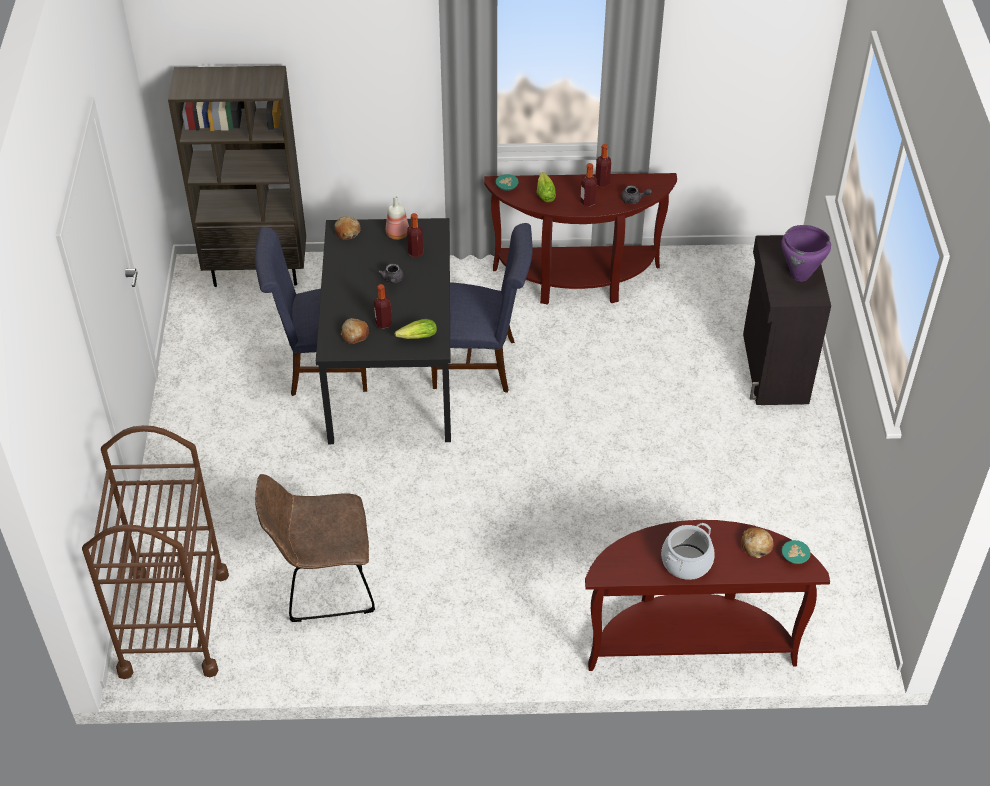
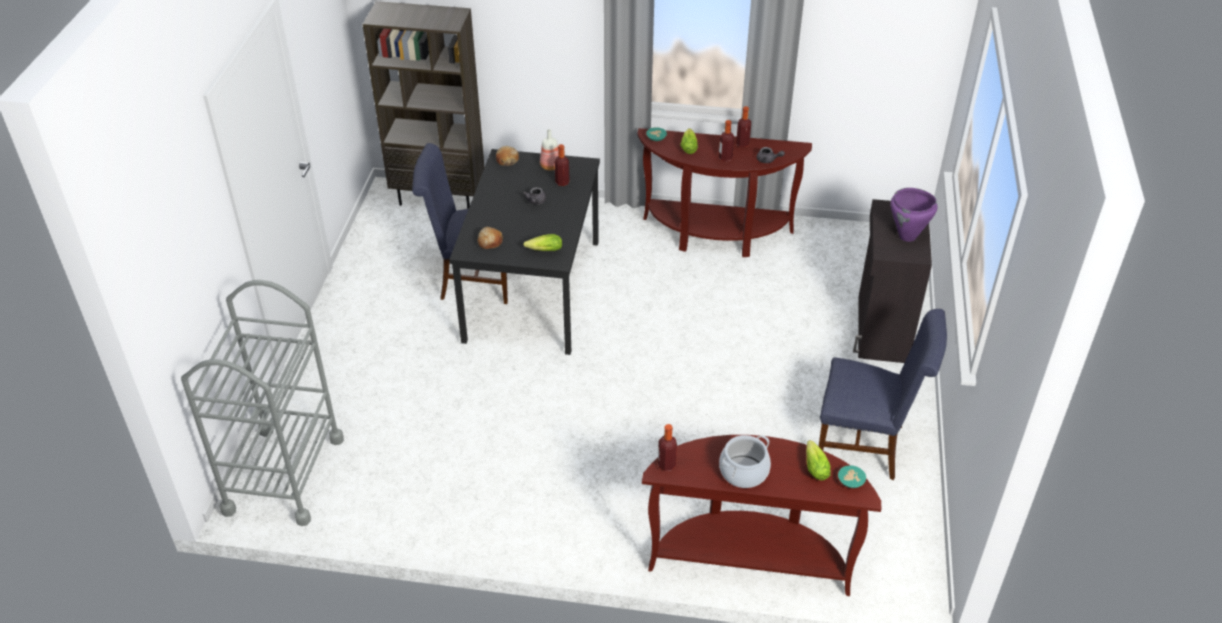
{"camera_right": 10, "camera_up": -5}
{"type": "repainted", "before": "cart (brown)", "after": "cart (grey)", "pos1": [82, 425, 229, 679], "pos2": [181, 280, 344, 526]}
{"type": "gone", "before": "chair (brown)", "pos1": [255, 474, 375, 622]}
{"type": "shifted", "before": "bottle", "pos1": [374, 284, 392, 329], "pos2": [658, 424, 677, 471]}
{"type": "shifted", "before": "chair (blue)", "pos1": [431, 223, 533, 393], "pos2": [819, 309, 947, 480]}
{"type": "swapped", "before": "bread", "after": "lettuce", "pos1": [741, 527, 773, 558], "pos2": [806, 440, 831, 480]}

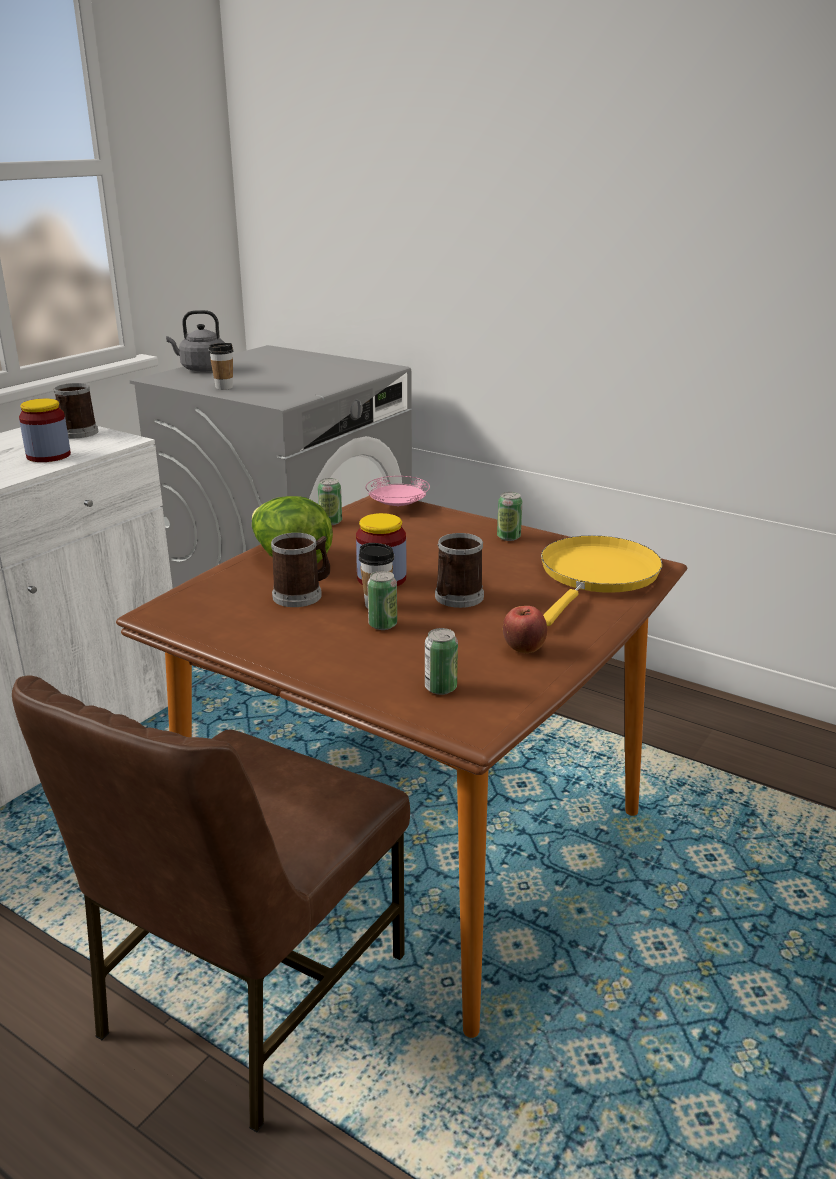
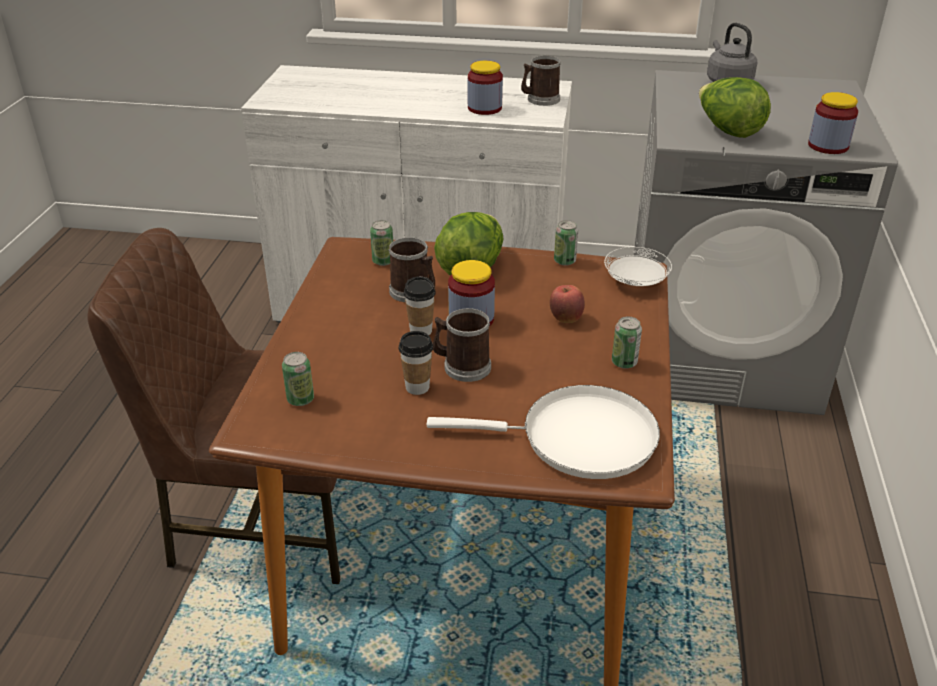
{"camera_right": 65, "camera_up": 10}
{"type": "shifted", "before": "cup", "pos1": [209, 343, 234, 390], "pos2": [399, 331, 433, 395]}
{"type": "repainted", "before": "plate (pink)", "after": "plate (white)", "pos1": [366, 476, 430, 507], "pos2": [604, 247, 672, 286]}
{"type": "shifted", "before": "can", "pos1": [367, 571, 397, 630], "pos2": [370, 220, 393, 266]}
{"type": "shifted", "before": "apple", "pos1": [503, 606, 547, 653], "pos2": [550, 285, 585, 323]}
{"type": "repainted", "before": "frying pan (yellow)", "after": "frying pan (white)", "pos1": [541, 536, 663, 626], "pos2": [427, 385, 660, 479]}
{"type": "new", "after": "lettuce", "pos2": [699, 77, 771, 138]}
{"type": "new", "after": "jar", "pos2": [808, 92, 858, 154]}

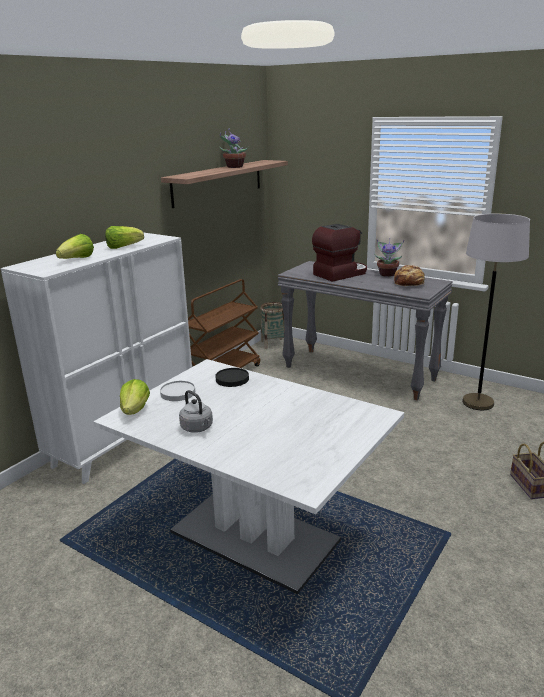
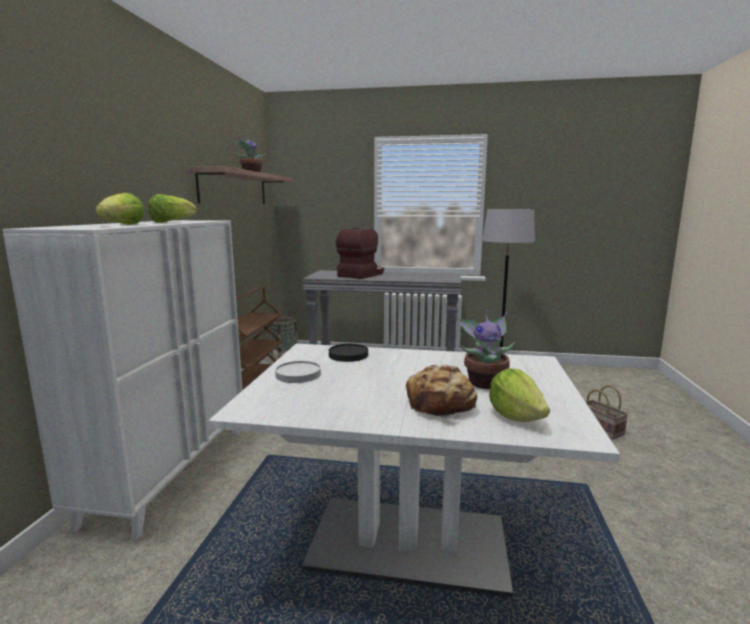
{"camera_right": -25, "camera_up": -10}
{"type": "shifted", "before": "lettuce", "pos1": [120, 379, 150, 415], "pos2": [489, 369, 550, 422]}
{"type": "gone", "before": "kettle (grey)", "pos1": [179, 390, 213, 433]}
{"type": "shifted", "before": "potted plant", "pos1": [374, 238, 404, 277], "pos2": [455, 310, 515, 389]}
{"type": "shifted", "before": "bread", "pos1": [394, 265, 425, 287], "pos2": [406, 365, 477, 420]}

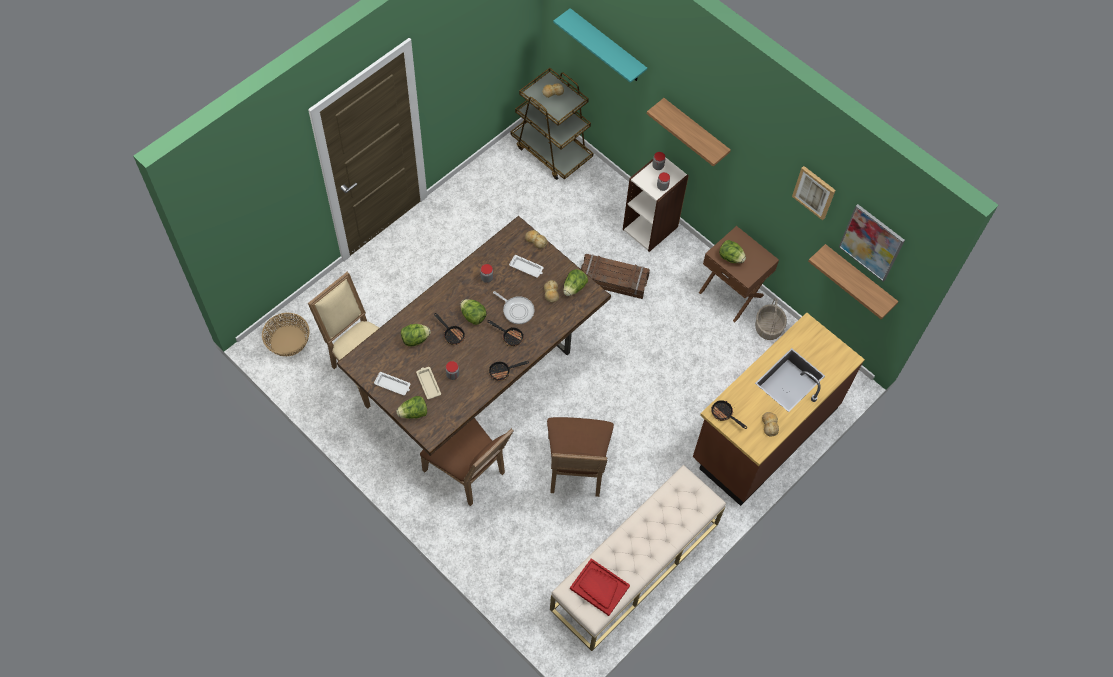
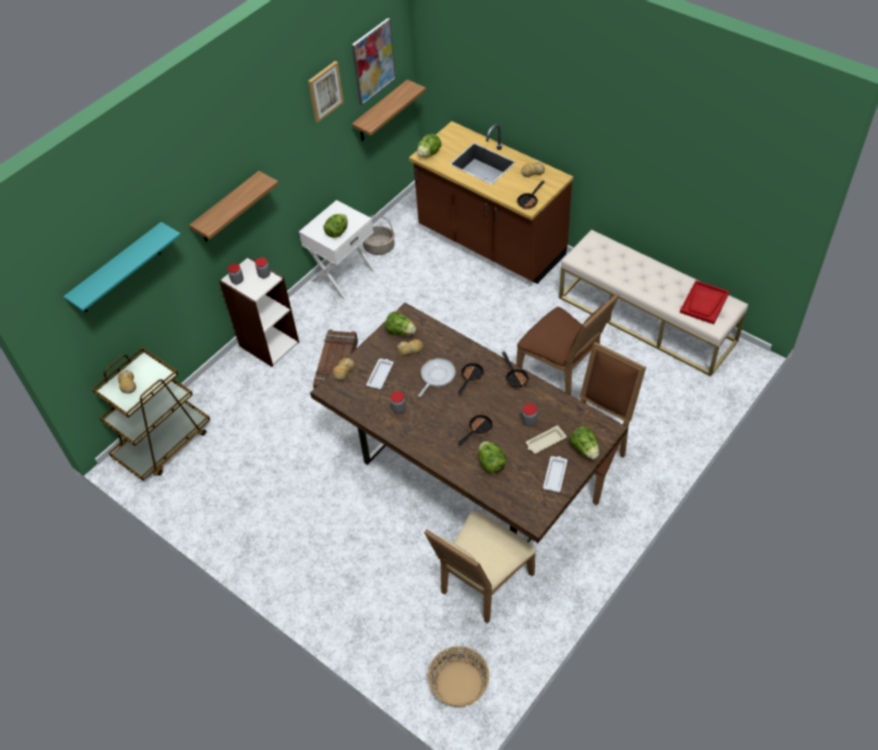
{"camera_right": -90, "camera_up": -10}
{"type": "shifted", "before": "lettuce", "pos1": [460, 299, 487, 325], "pos2": [417, 133, 442, 157]}
{"type": "rotated", "before": "chair (brown)", "pos1": [547, 417, 614, 497], "pos2": [516, 293, 619, 395], "turn": 45}
{"type": "repainted", "before": "nightstand (brown)", "after": "nightstand (white)", "pos1": [699, 226, 779, 323], "pos2": [299, 200, 377, 300]}

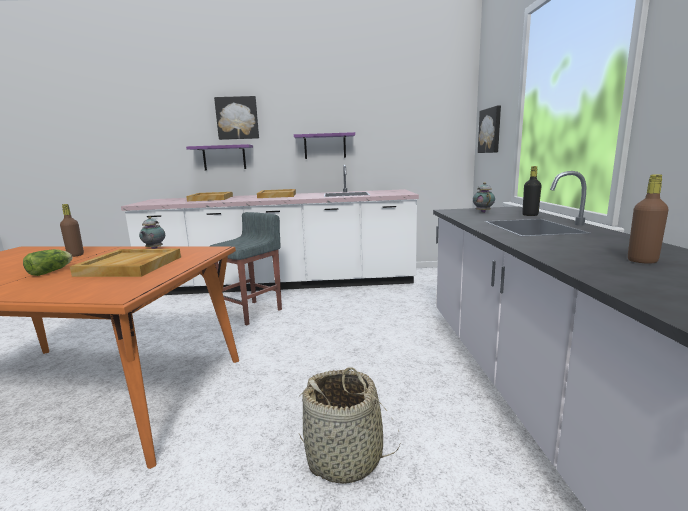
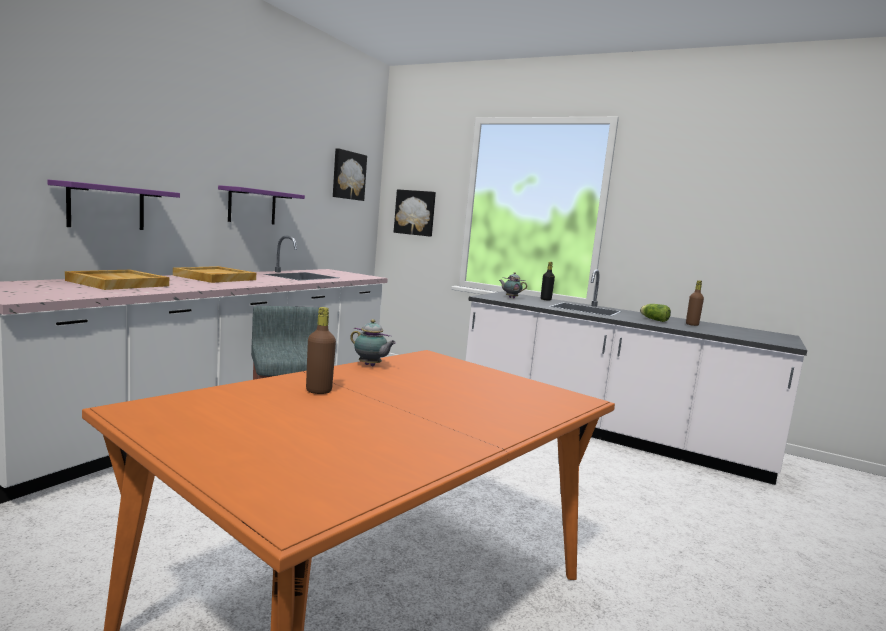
{"camera_right": -60, "camera_up": -5}
{"type": "shifted", "before": "lettuce", "pos1": [23, 249, 72, 276], "pos2": [640, 304, 671, 322]}
{"type": "gone", "before": "tray (beige)", "pos1": [70, 248, 181, 277]}
{"type": "shifted", "before": "picture", "pos1": [214, 96, 259, 140], "pos2": [333, 148, 367, 201]}
{"type": "gone", "before": "basket", "pos1": [299, 367, 400, 484]}

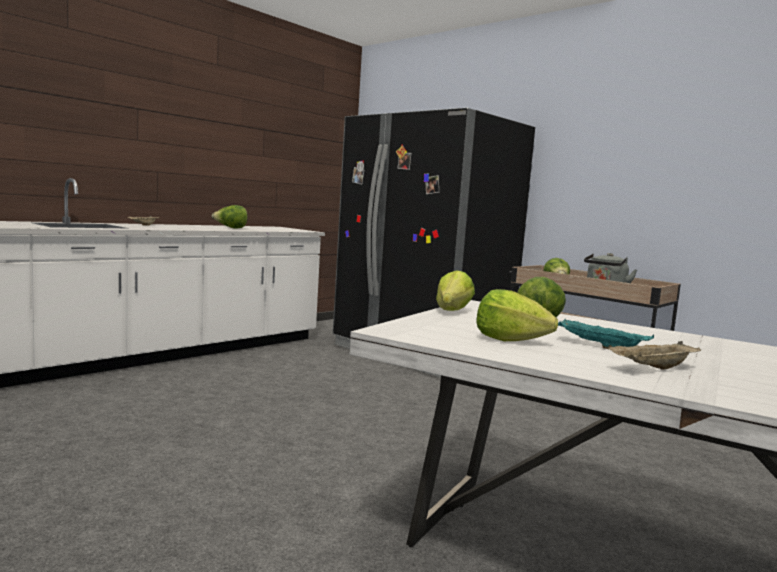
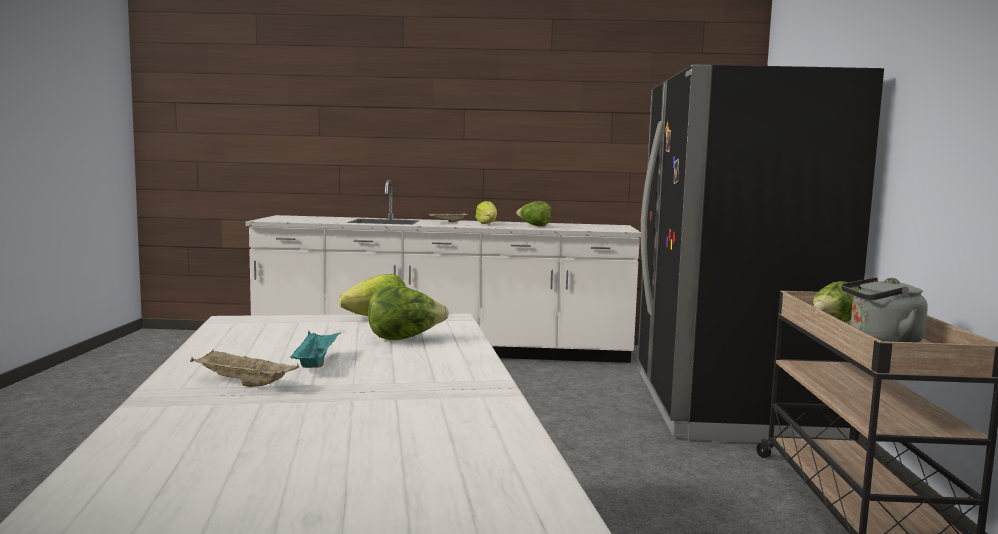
{"camera_right": 50, "camera_up": 0}
{"type": "shifted", "before": "lettuce", "pos1": [477, 289, 558, 341], "pos2": [475, 201, 497, 224]}

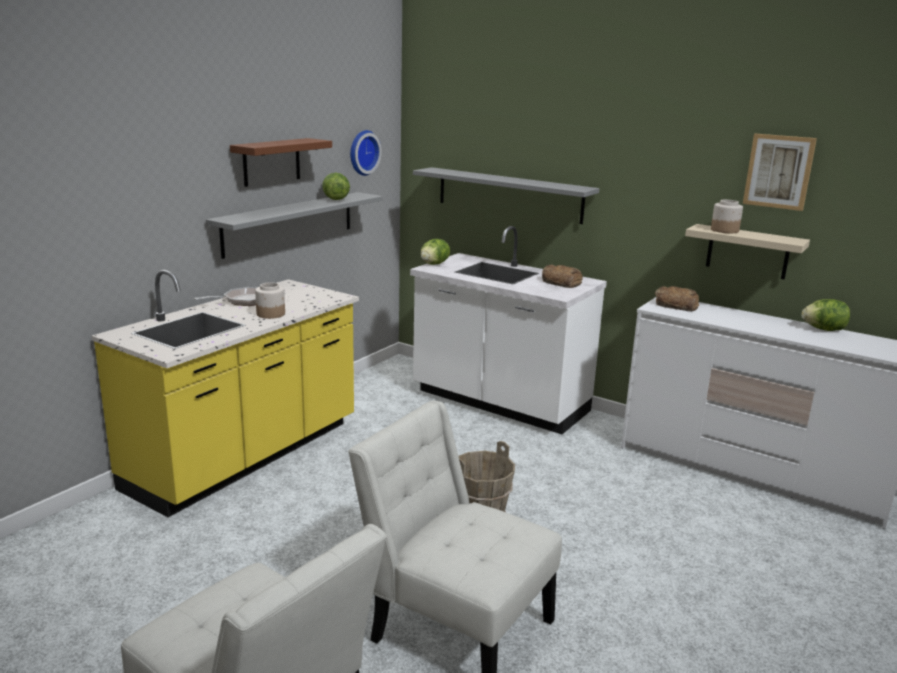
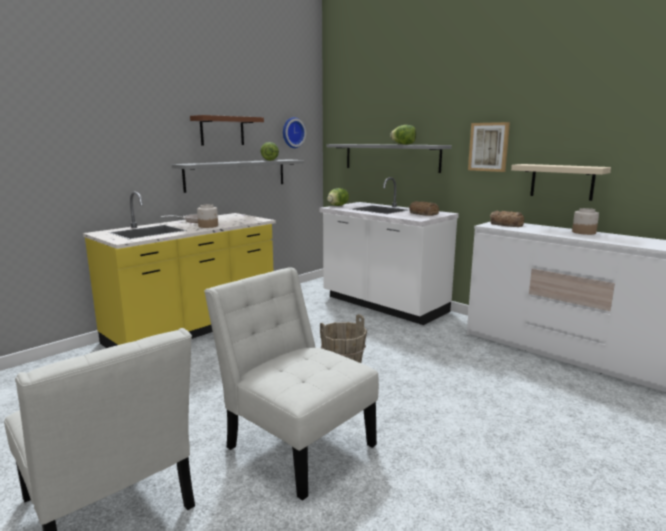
{"camera_right": 10, "camera_up": -5}
{"type": "shifted", "before": "jar", "pos1": [711, 200, 743, 233], "pos2": [572, 208, 599, 235]}
{"type": "shifted", "before": "picture", "pos1": [743, 134, 817, 211], "pos2": [468, 122, 510, 172]}
{"type": "shifted", "before": "lettuce", "pos1": [801, 299, 850, 331], "pos2": [390, 125, 416, 145]}

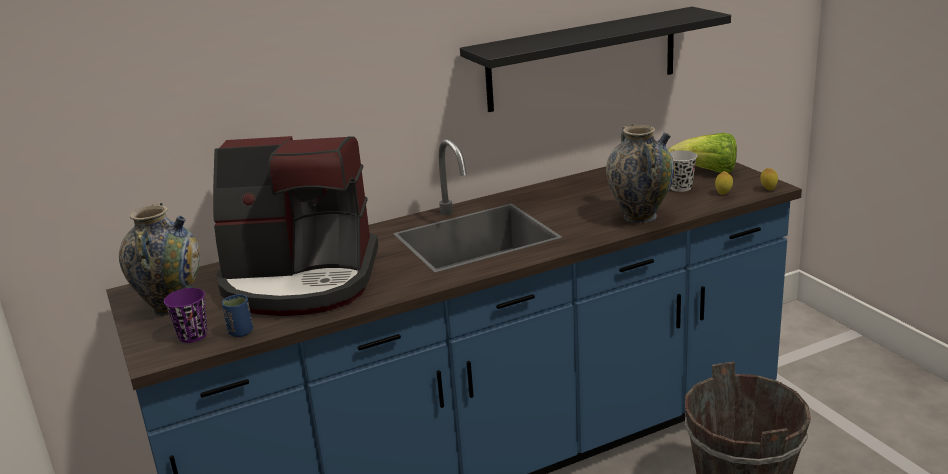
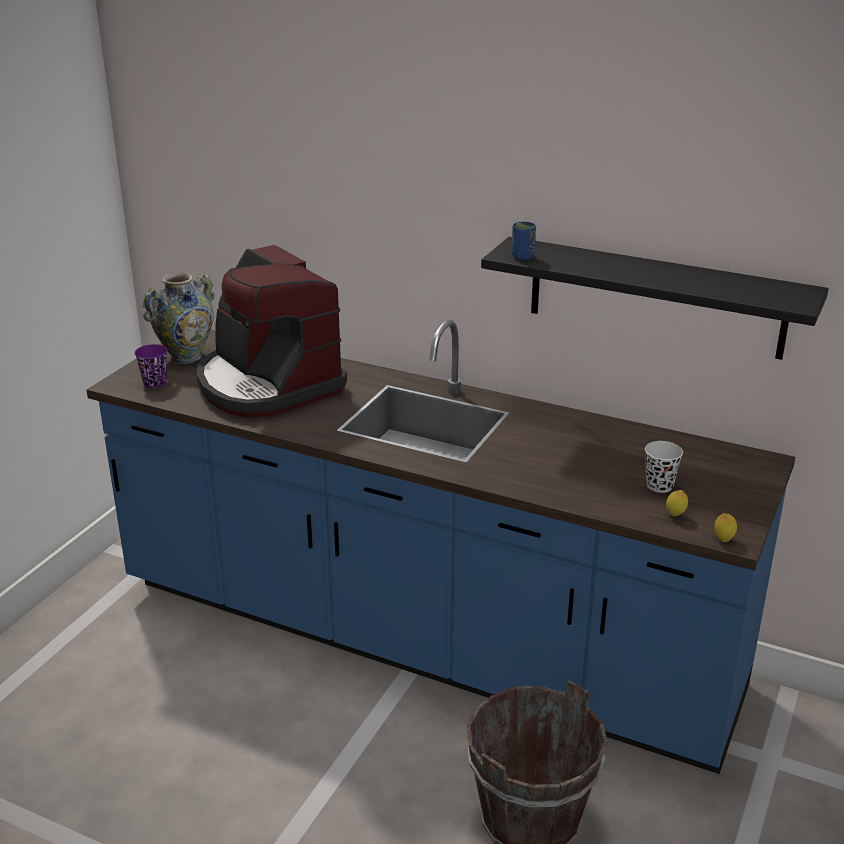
{"camera_right": 50, "camera_up": 5}
{"type": "shifted", "before": "cup (blue)", "pos1": [222, 294, 253, 337], "pos2": [512, 221, 536, 260]}
{"type": "gone", "before": "vase", "pos1": [606, 124, 675, 223]}
{"type": "gone", "before": "lettuce", "pos1": [668, 133, 737, 173]}

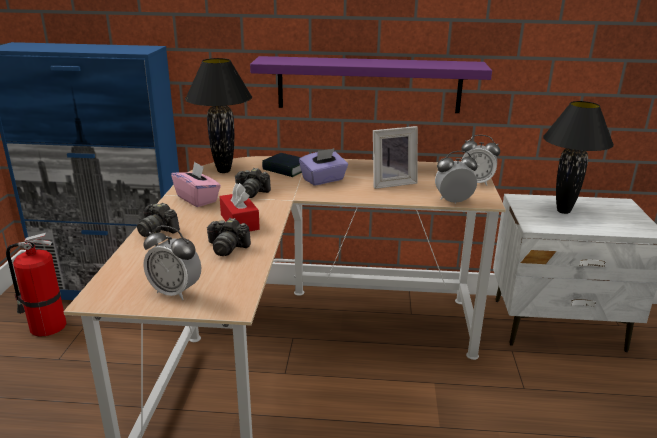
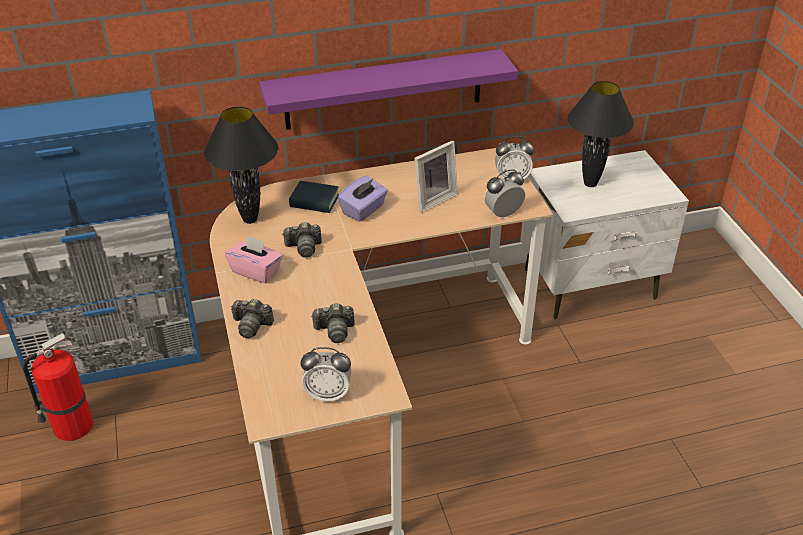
{"camera_right": -20, "camera_up": 15}
{"type": "gone", "before": "tissue box (red)", "pos1": [220, 183, 260, 231]}

